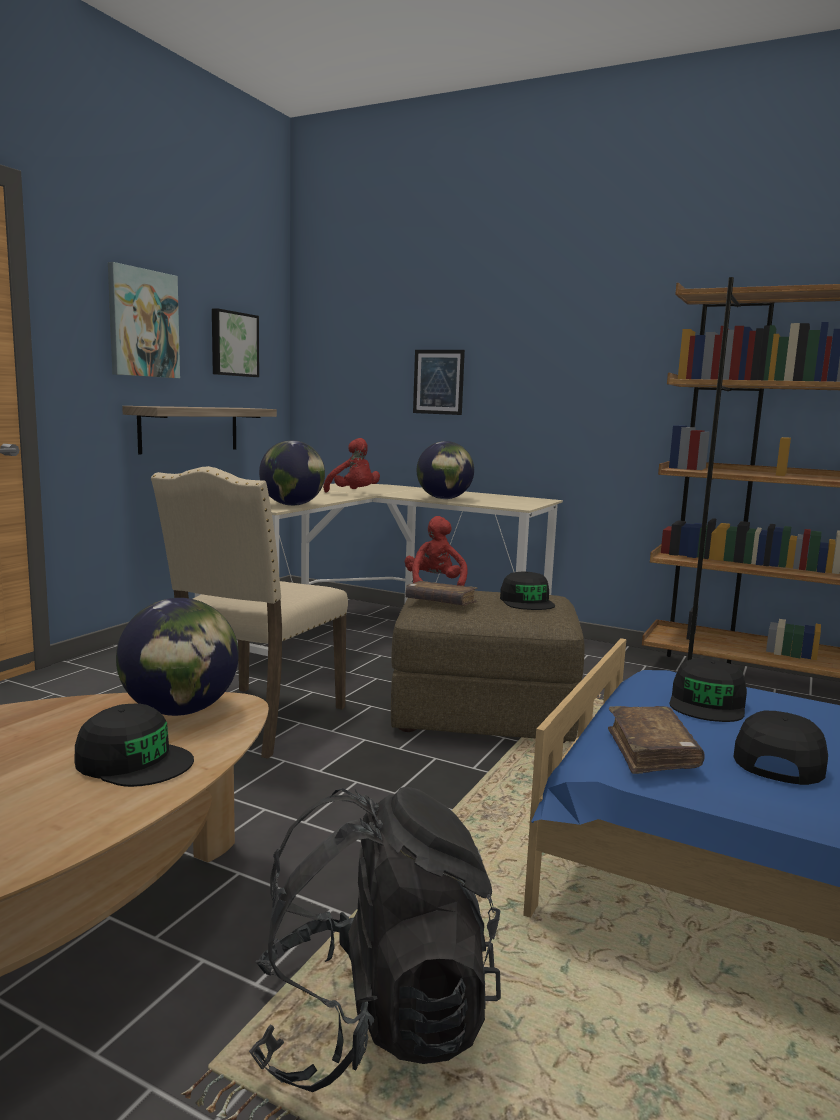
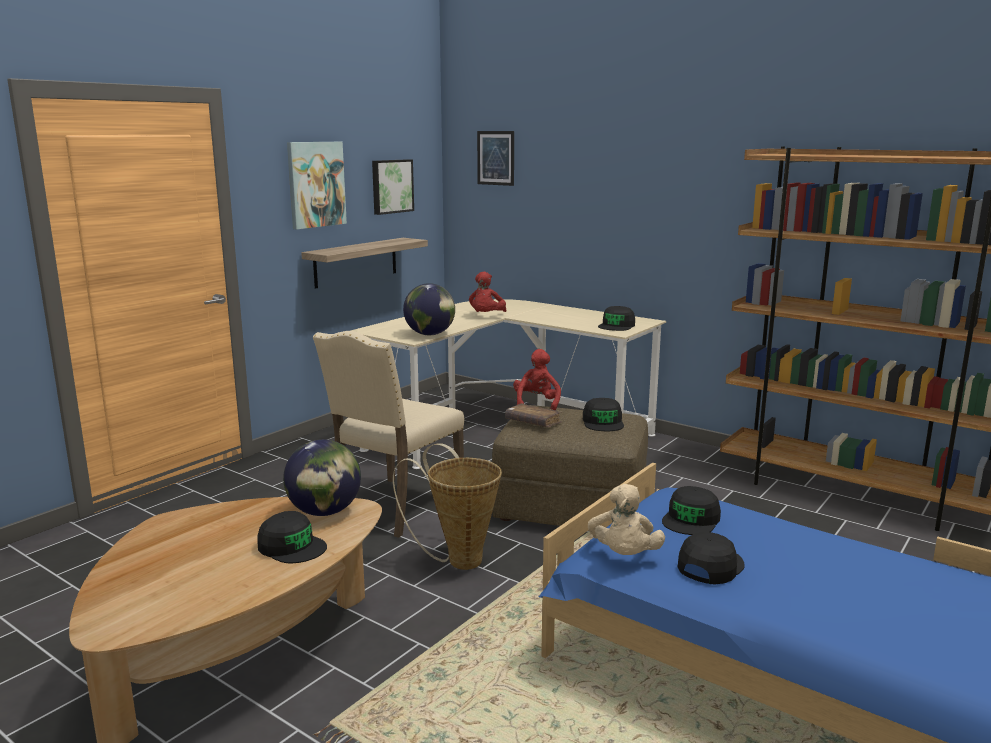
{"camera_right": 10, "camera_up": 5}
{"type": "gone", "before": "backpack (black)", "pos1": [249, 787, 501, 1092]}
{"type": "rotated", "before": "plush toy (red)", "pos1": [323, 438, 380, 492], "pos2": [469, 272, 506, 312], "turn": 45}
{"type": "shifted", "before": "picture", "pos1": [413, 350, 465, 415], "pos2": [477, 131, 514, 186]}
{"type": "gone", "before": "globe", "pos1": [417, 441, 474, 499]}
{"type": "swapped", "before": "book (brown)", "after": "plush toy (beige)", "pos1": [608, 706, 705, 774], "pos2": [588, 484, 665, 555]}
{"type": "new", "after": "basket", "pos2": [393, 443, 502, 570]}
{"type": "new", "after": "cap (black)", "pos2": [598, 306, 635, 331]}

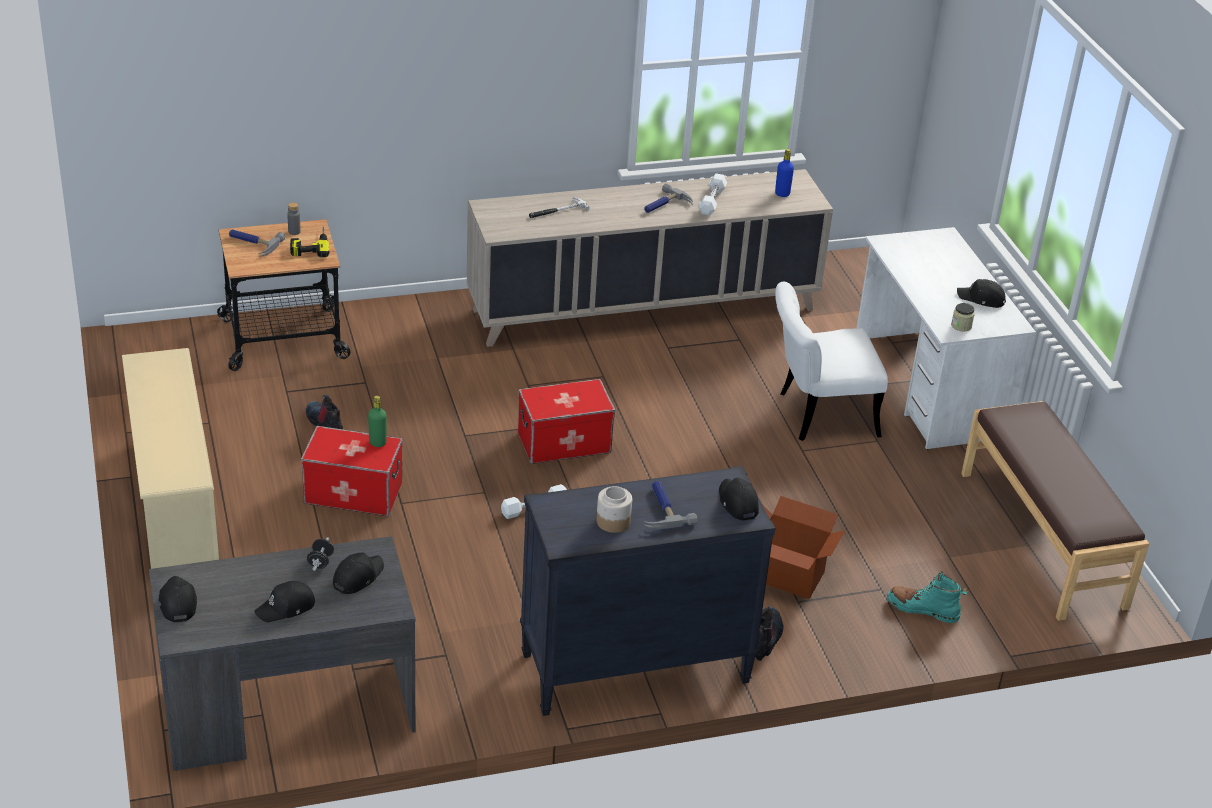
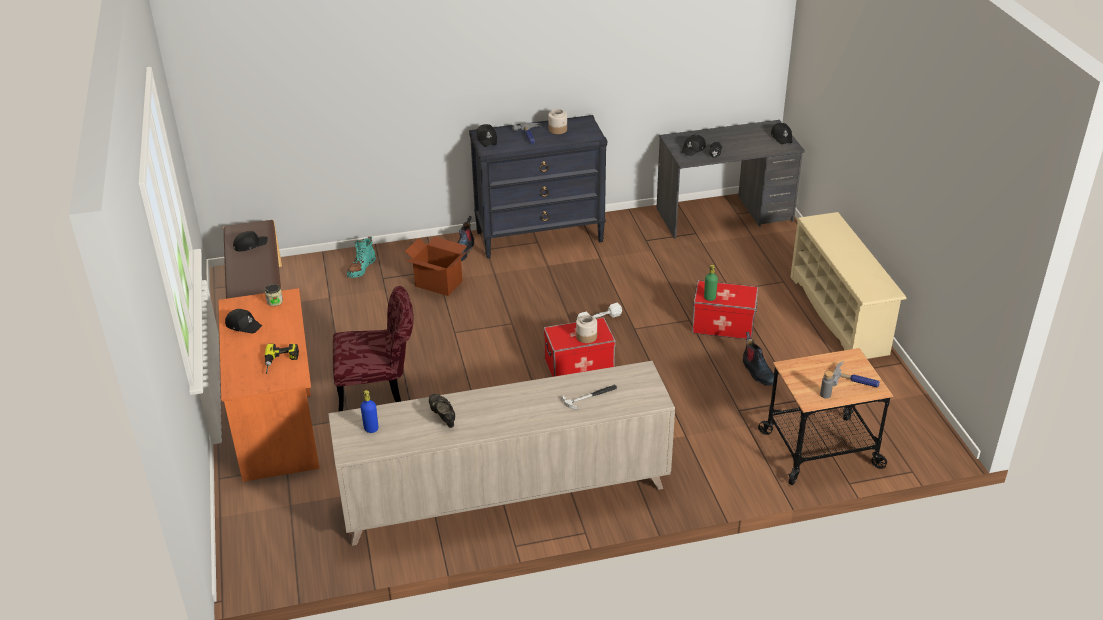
{"camera_right": -175, "camera_up": 0}
{"type": "shifted", "before": "cap (black)", "pos1": [254, 581, 315, 622], "pos2": [233, 231, 268, 252]}
{"type": "shifted", "before": "power drill", "pos1": [290, 226, 329, 257], "pos2": [265, 343, 299, 374]}
{"type": "gone", "before": "hammer", "pos1": [644, 183, 693, 213]}
{"type": "swapped", "before": "dumbbell (white)", "after": "shoe (black)", "pos1": [698, 174, 727, 216], "pos2": [429, 394, 455, 428]}
{"type": "repainted", "before": "chair (white)", "after": "chair (red)", "pos1": [775, 282, 888, 441], "pos2": [333, 286, 414, 412]}
{"type": "repainted", "before": "desk (white)", "after": "desk (orange)", "pos1": [856, 227, 1036, 449], "pos2": [218, 288, 320, 482]}
{"type": "rotated", "before": "boot (turquoise)", "pos1": [887, 571, 968, 623], "pos2": [347, 237, 376, 278], "turn": 90}
{"type": "new", "after": "jar", "pos2": [576, 315, 597, 343]}

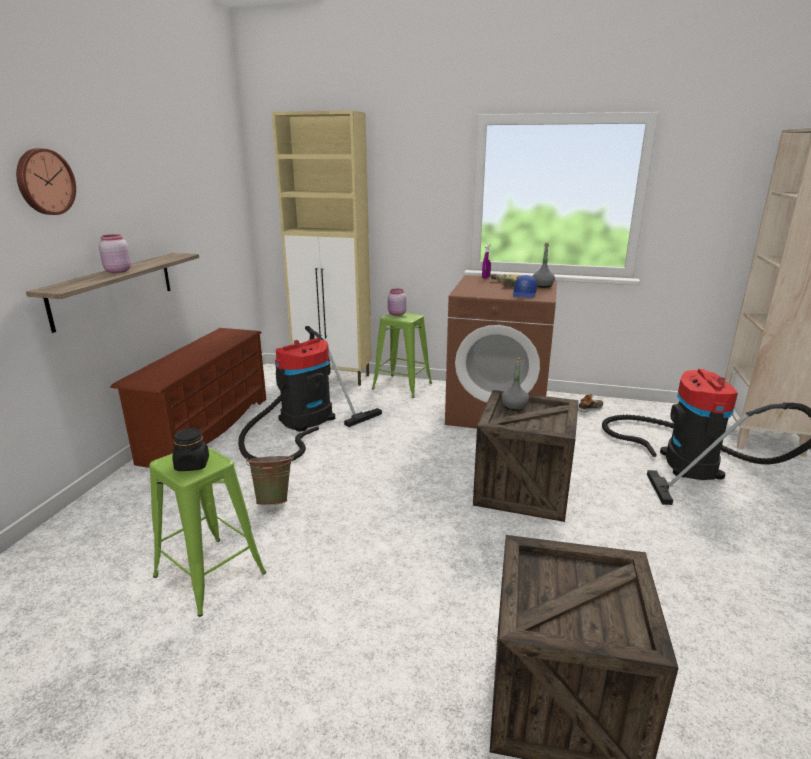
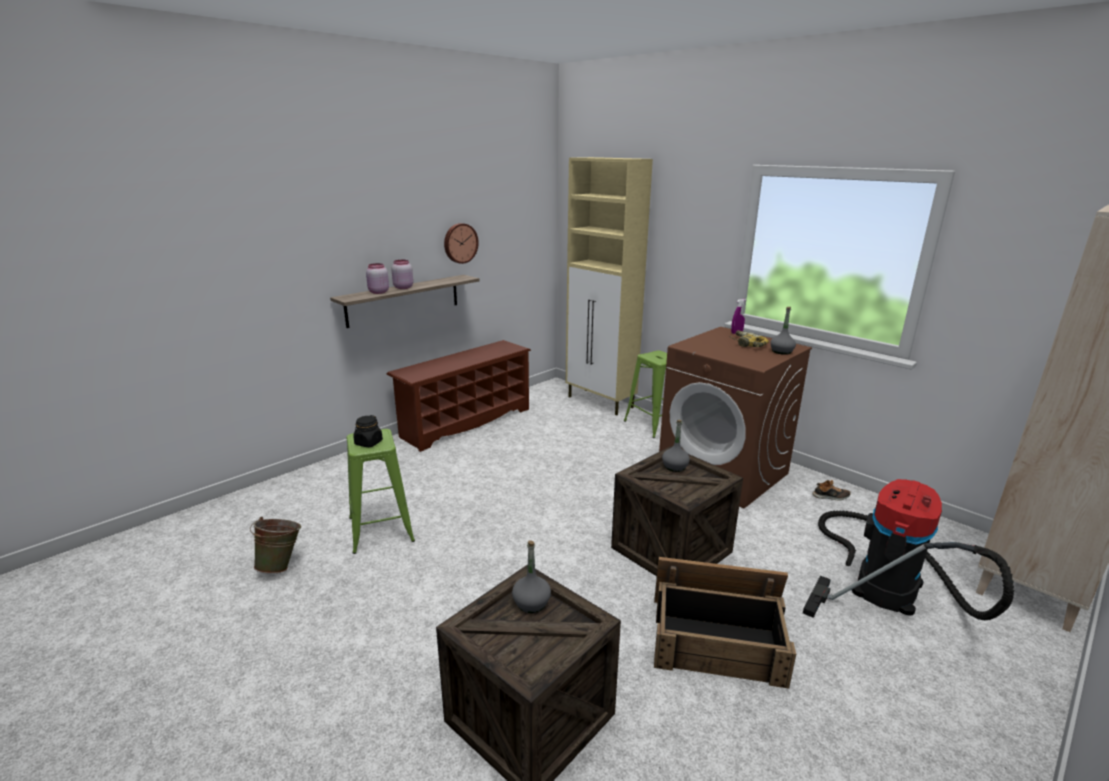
{"camera_right": 30, "camera_up": 0}
{"type": "shifted", "before": "wall clock", "pos1": [16, 148, 76, 215], "pos2": [444, 223, 479, 264]}
{"type": "gone", "before": "vacuum cleaner", "pos1": [238, 326, 382, 461]}
{"type": "shifted", "before": "bucket (green)", "pos1": [246, 456, 294, 505], "pos2": [250, 517, 301, 574]}
{"type": "shifted", "before": "jar (pink)", "pos1": [388, 289, 406, 316], "pos2": [366, 263, 389, 294]}
{"type": "gone", "before": "cap (blue)", "pos1": [513, 275, 537, 298]}
{"type": "new", "after": "bottle (grey)", "pos2": [512, 540, 551, 613]}
{"type": "new", "after": "crate", "pos2": [654, 557, 796, 689]}

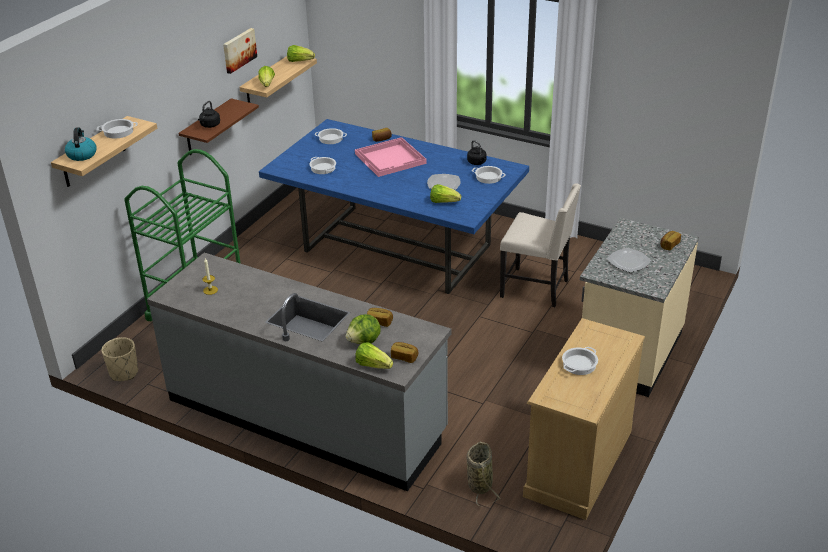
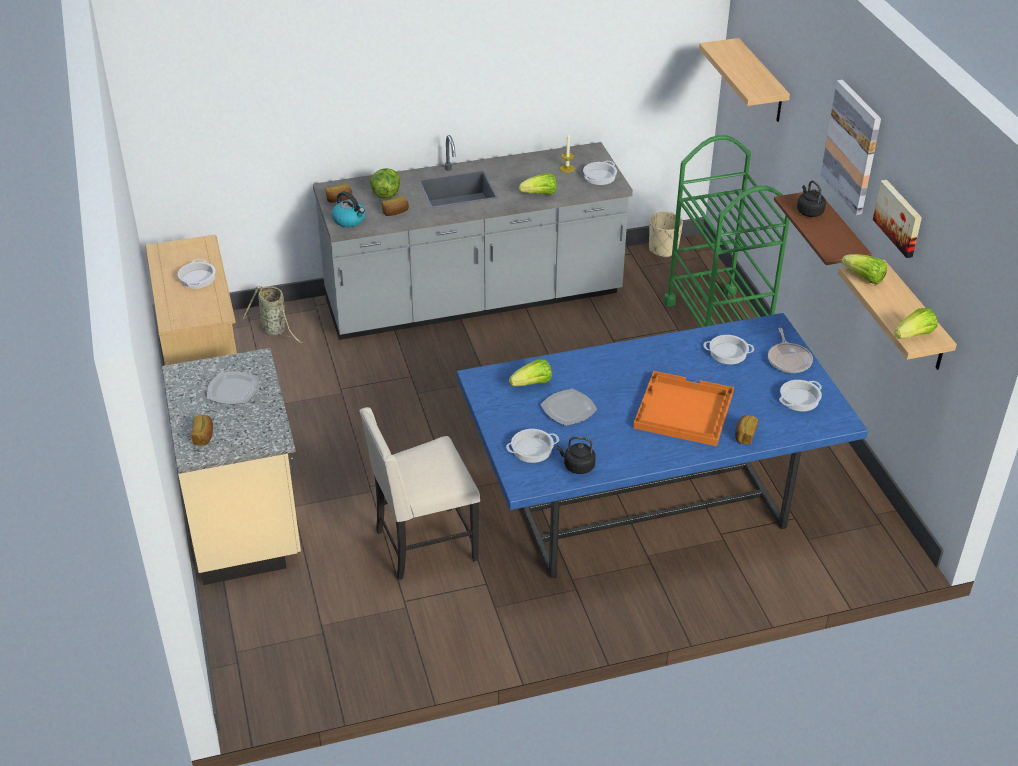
{"camera_right": 135, "camera_up": 5}
{"type": "shifted", "before": "kettle", "pos1": [65, 127, 97, 161], "pos2": [332, 191, 366, 227]}
{"type": "shifted", "before": "cooking pot", "pos1": [97, 119, 138, 139], "pos2": [583, 161, 617, 185]}
{"type": "repainted", "before": "tray (pink)", "after": "tray (orange)", "pos1": [355, 137, 427, 177], "pos2": [633, 371, 734, 446]}
{"type": "shifted", "before": "lettuce", "pos1": [355, 343, 393, 369], "pos2": [519, 173, 557, 195]}
{"type": "new", "after": "frying pan", "pos2": [768, 328, 813, 373]}
{"type": "new", "after": "picture", "pos2": [821, 80, 881, 215]}

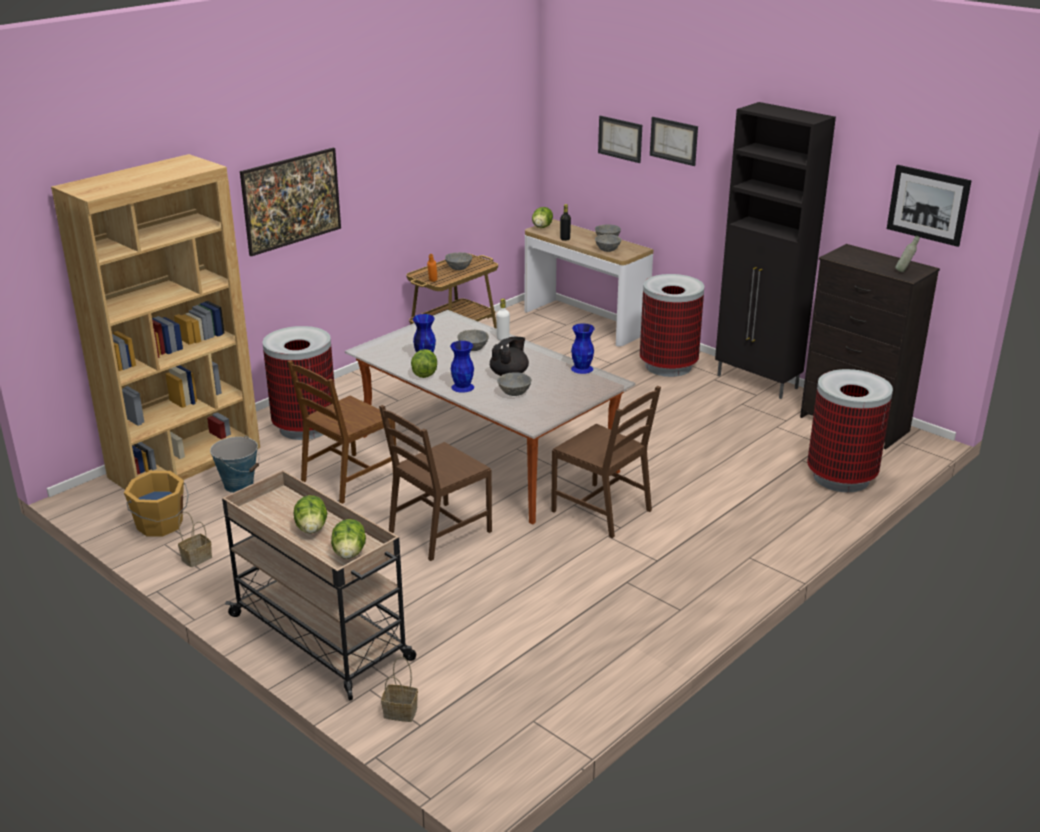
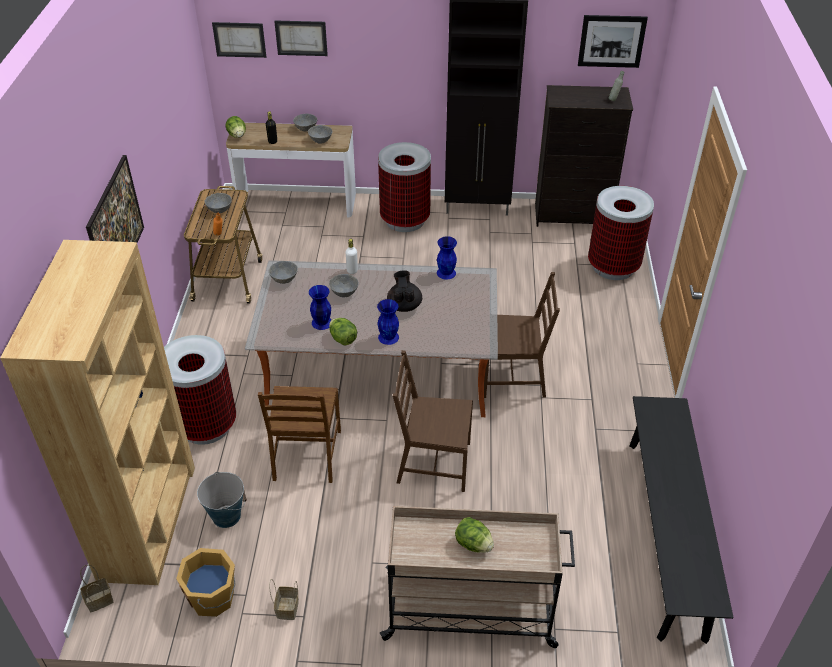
{"camera_right": -40, "camera_up": 15}
{"type": "gone", "before": "lettuce", "pos1": [331, 519, 366, 559]}
{"type": "rotated", "before": "chair (brown)", "pos1": [379, 405, 492, 561], "pos2": [393, 350, 473, 492], "turn": 90}
{"type": "shifted", "before": "basket", "pos1": [381, 657, 418, 722], "pos2": [80, 565, 113, 612]}
{"type": "shifted", "before": "bowl (grey)", "pos1": [497, 373, 532, 396], "pos2": [269, 261, 298, 284]}
{"type": "shifted", "before": "picture", "pos1": [650, 117, 698, 166], "pos2": [212, 22, 266, 58]}
{"type": "new", "after": "bench (black)", "pos2": [629, 396, 734, 644]}

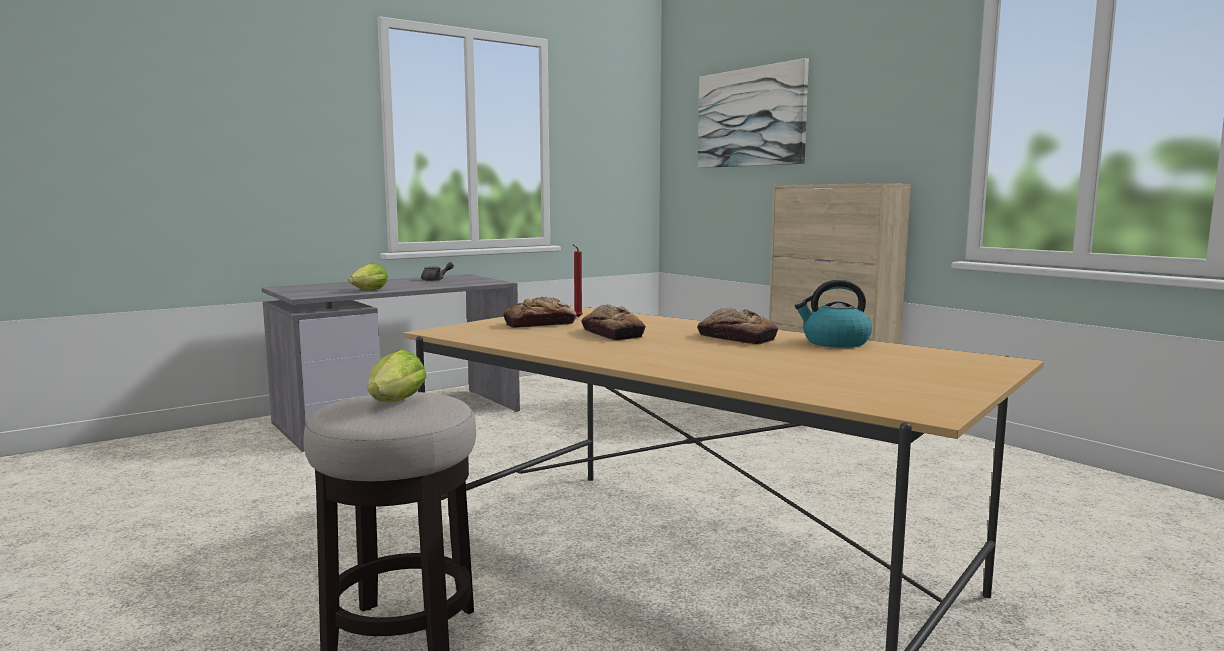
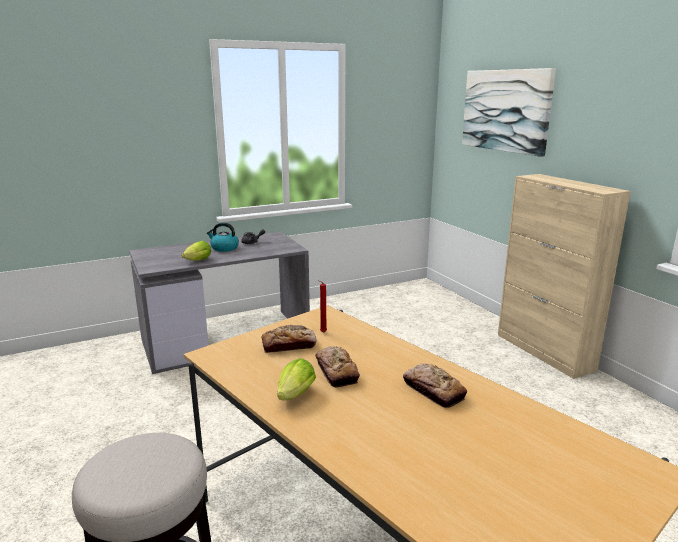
{"camera_right": 10, "camera_up": 10}
{"type": "shifted", "before": "lettuce", "pos1": [368, 349, 427, 402], "pos2": [277, 358, 316, 400]}
{"type": "shifted", "before": "kettle", "pos1": [795, 280, 872, 348], "pos2": [207, 222, 239, 252]}

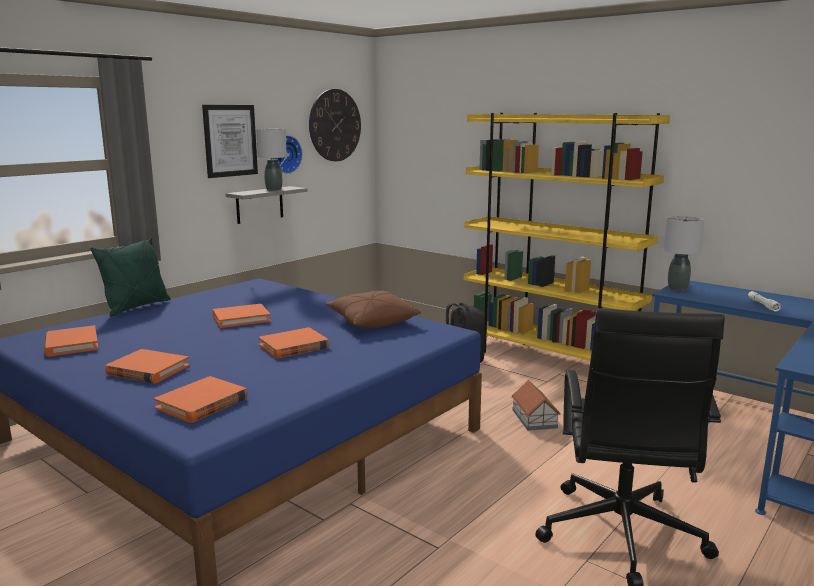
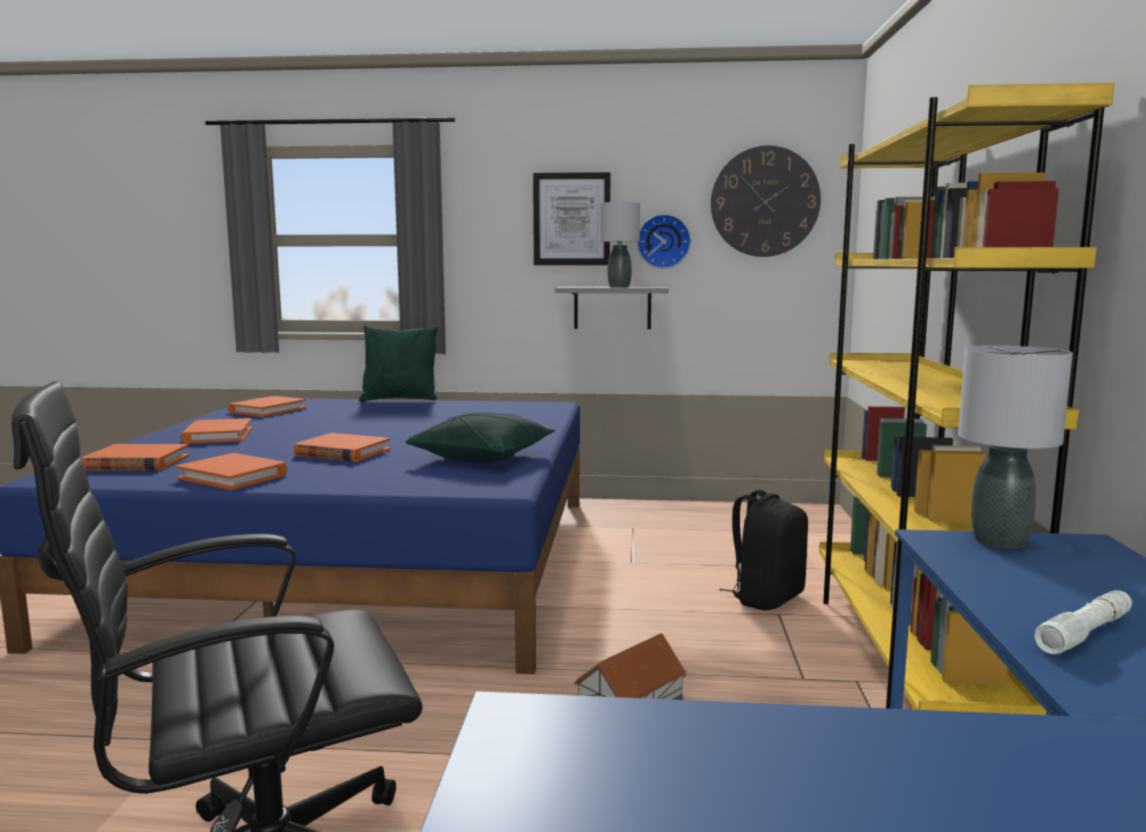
{"camera_right": 55, "camera_up": -5}
{"type": "shifted", "before": "book (orange)", "pos1": [213, 304, 271, 328], "pos2": [176, 453, 287, 490]}
{"type": "repainted", "before": "pillow (brown)", "after": "pillow (green)", "pos1": [326, 291, 421, 328], "pos2": [406, 412, 555, 463]}

